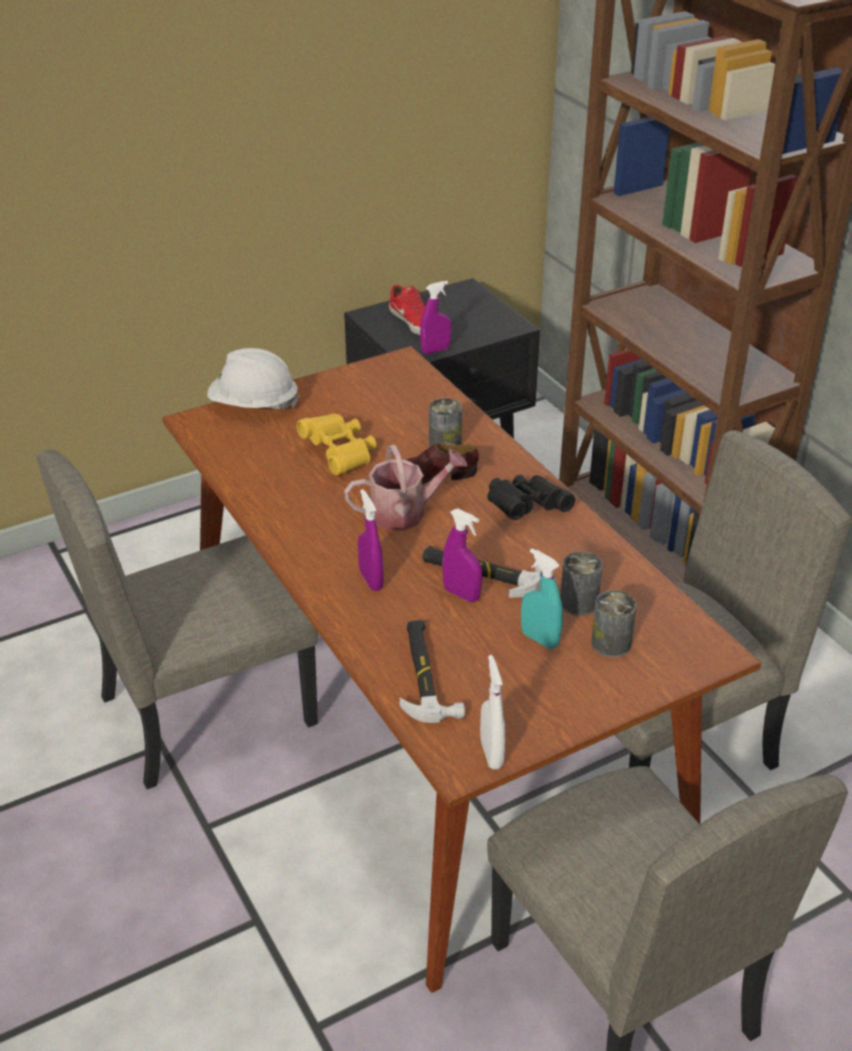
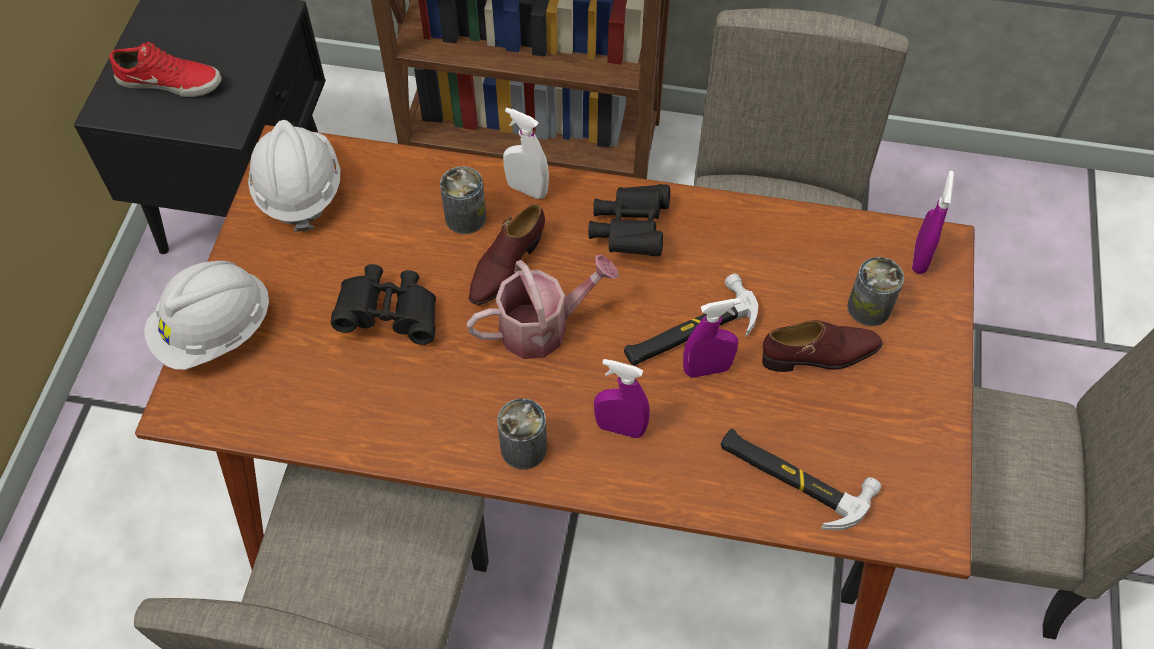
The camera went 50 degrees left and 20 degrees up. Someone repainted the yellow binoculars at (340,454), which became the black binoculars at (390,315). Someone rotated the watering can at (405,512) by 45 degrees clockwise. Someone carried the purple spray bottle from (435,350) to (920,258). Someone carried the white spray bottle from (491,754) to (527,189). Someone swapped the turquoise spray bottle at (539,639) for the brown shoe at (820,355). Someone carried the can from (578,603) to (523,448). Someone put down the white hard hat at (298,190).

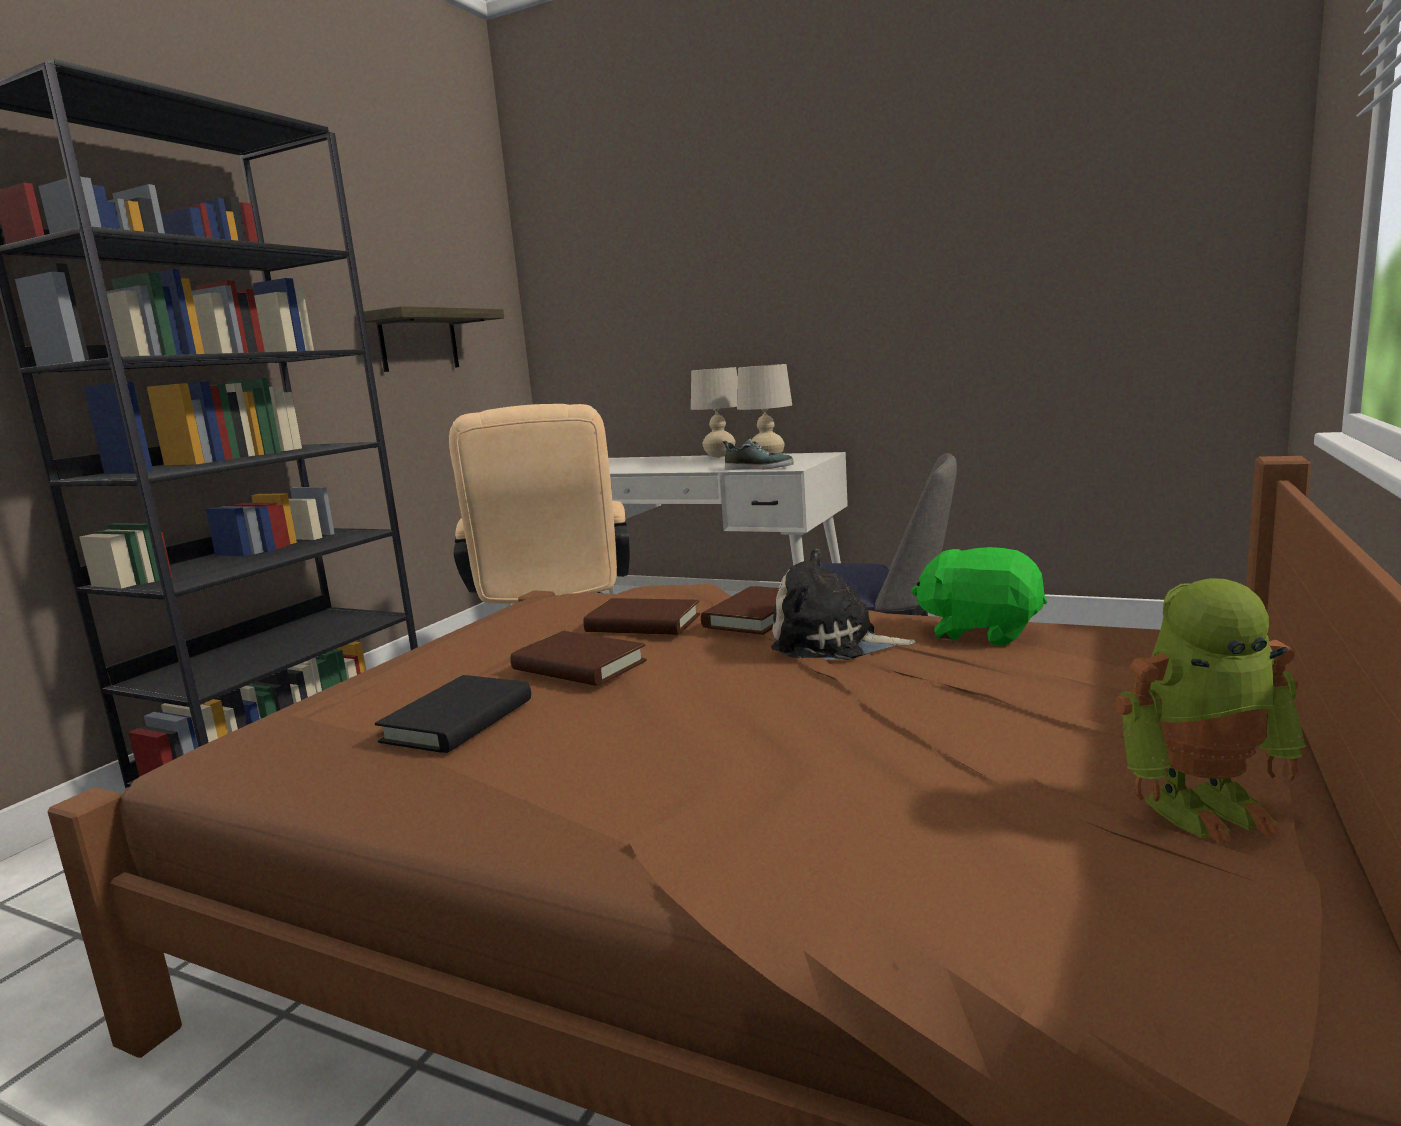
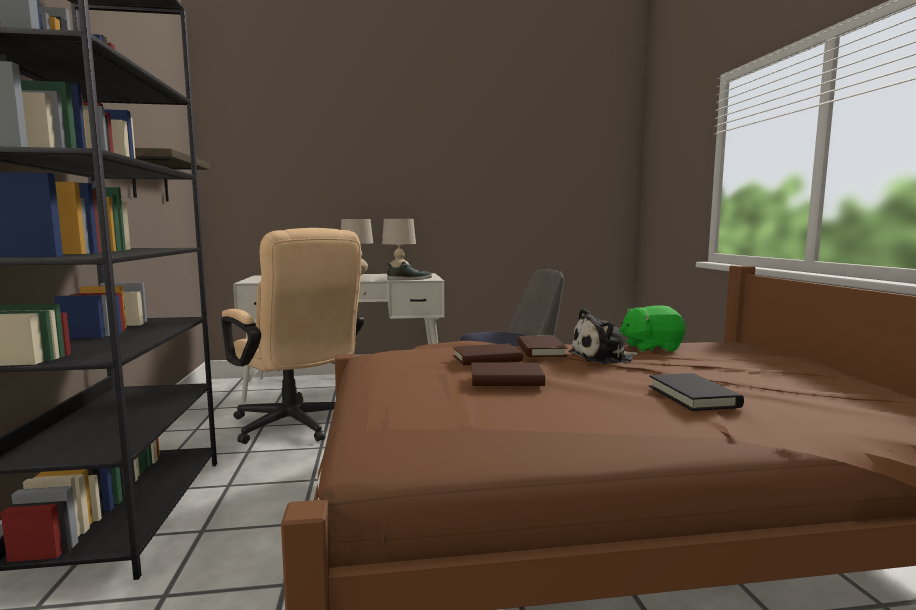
The camera went 35 degrees left and 5 degrees down. Someone carried the black book from (458,721) to (693,396). Someone took away the toy robot at (1203,805).

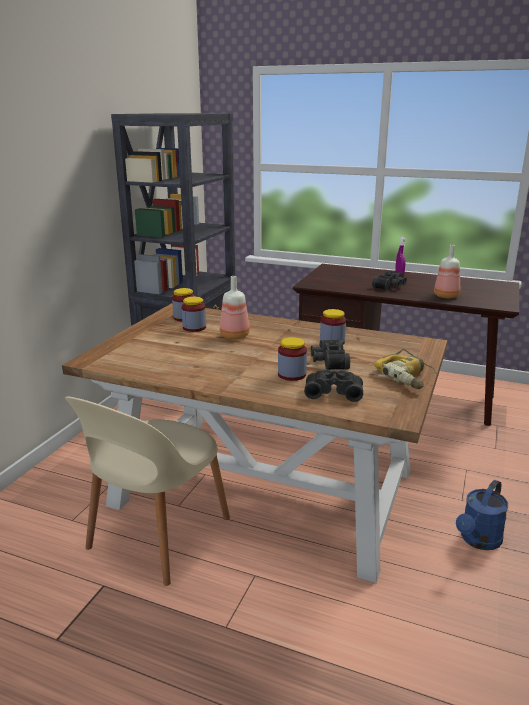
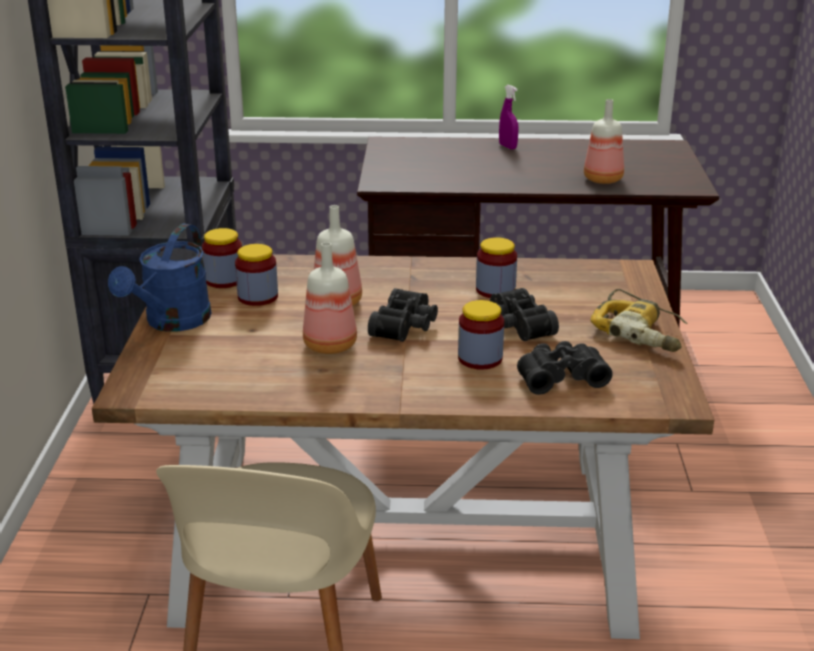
The camera went 20 degrees left and 5 degrees up. Someone carried the black binoculars from (391,286) to (406,326). Someone carried the blue watering can from (478,541) to (172,322). Someone put down the bottle at (332,345).

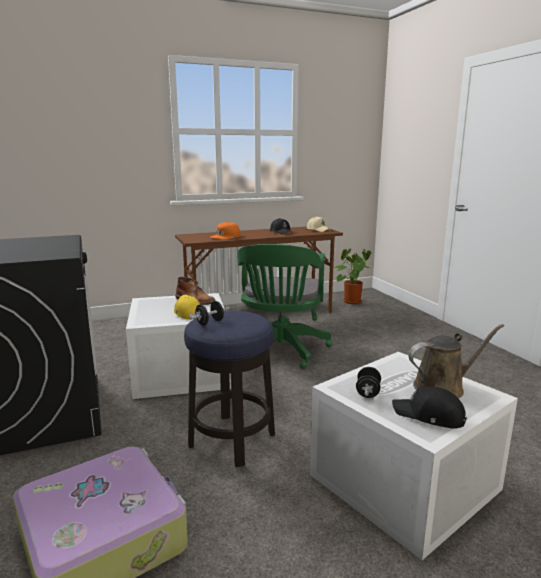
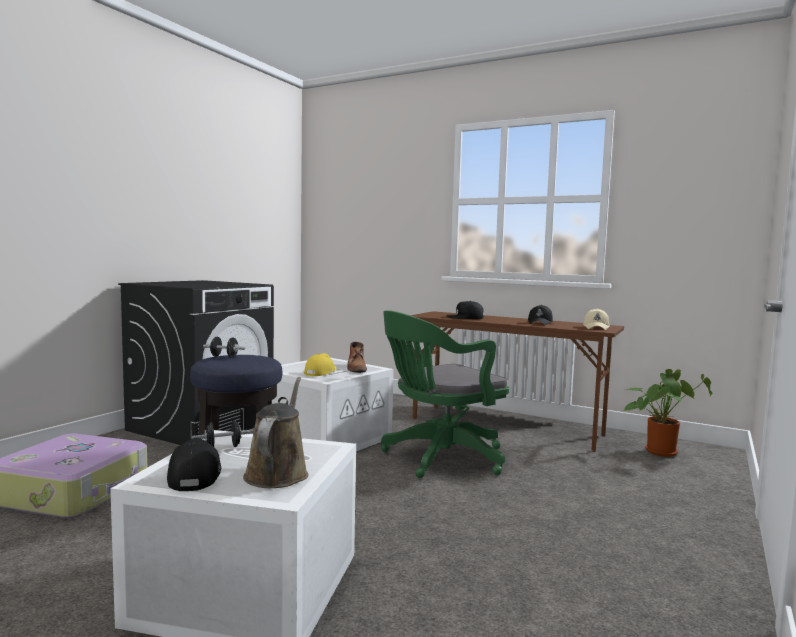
The camera went 50 degrees right and 10 degrees down. Someone repainted the orange cap at (225,236), which became the black cap at (465,317). Someone rotated the brown watering can at (443,387) by 120 degrees counterclockwise.

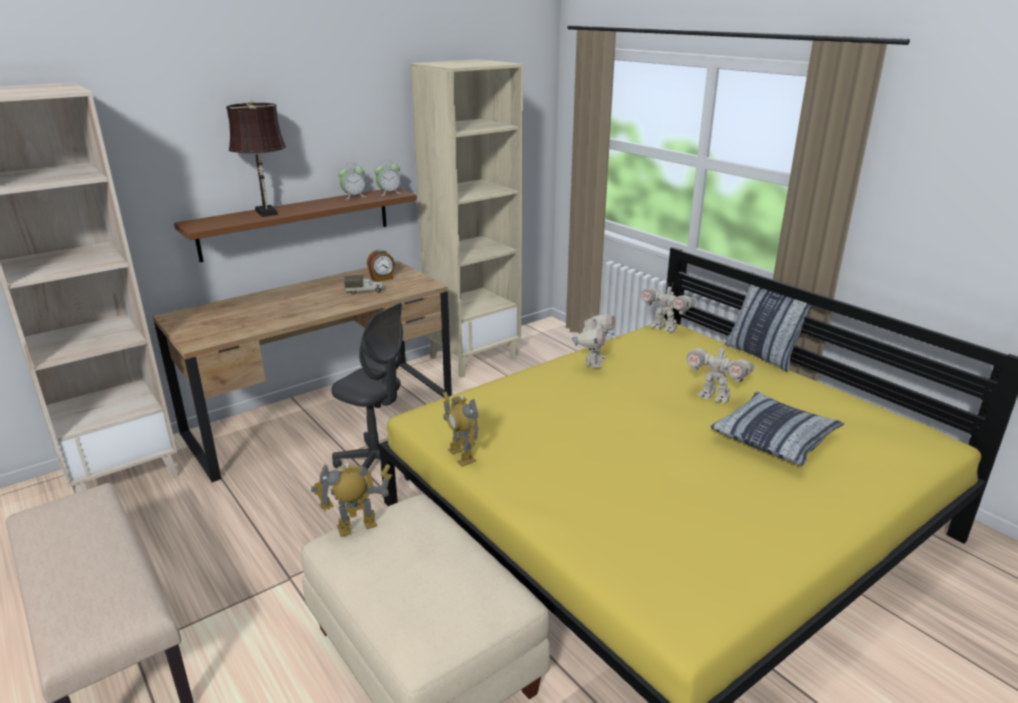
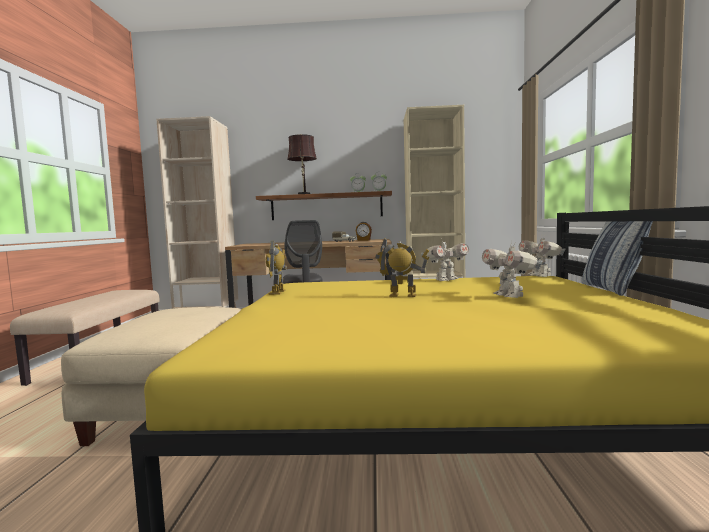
The camera went 40 degrees right and 20 degrees down. Someone carried the toy robot from (357,527) to (402,295). Someone took away the pillow at (775,438).

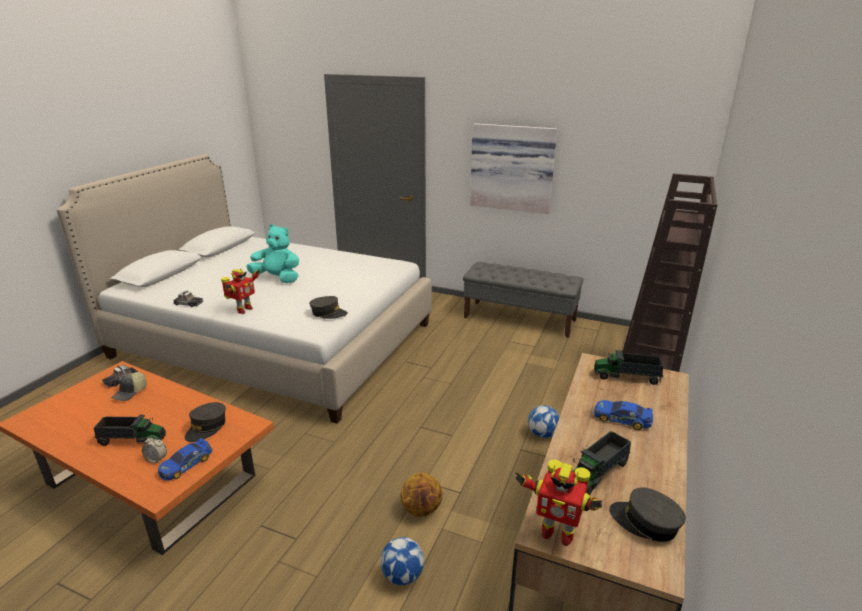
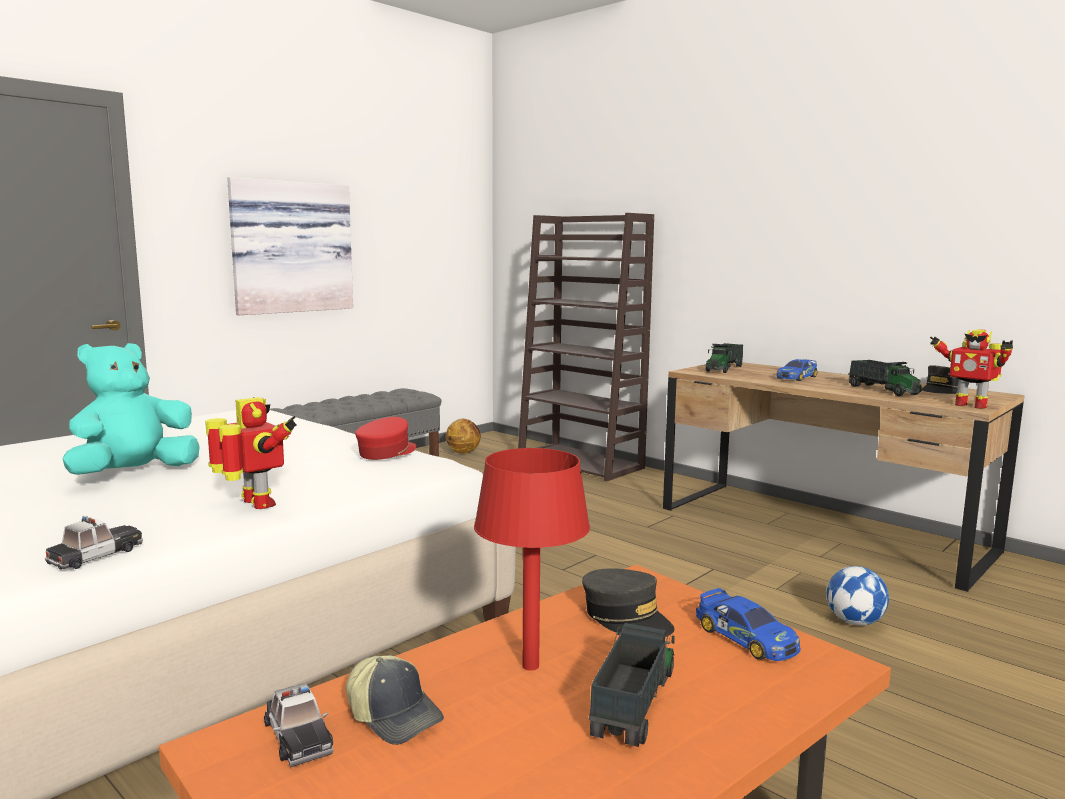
The camera went 70 degrees left and 15 degrees down. Someone took away the alarm clock at (156,459). Someone repainted the grey cap at (328,313), which became the red cap at (387,452). Someone carried the basketball from (422,509) to (463,452). Someone rotated the toy robot at (556,532) by 90 degrees clockwise. Someone took away the football at (542,434). Someone put down the red table lamp at (529,666).

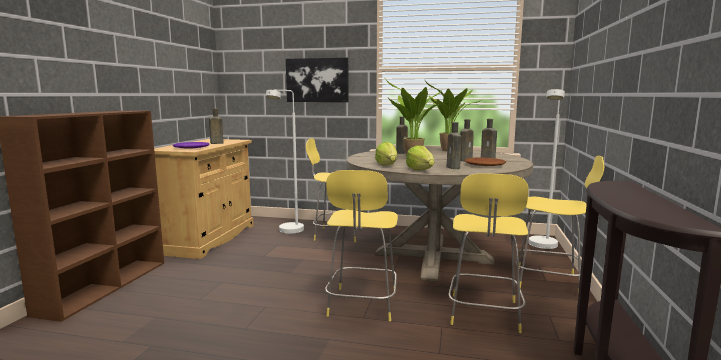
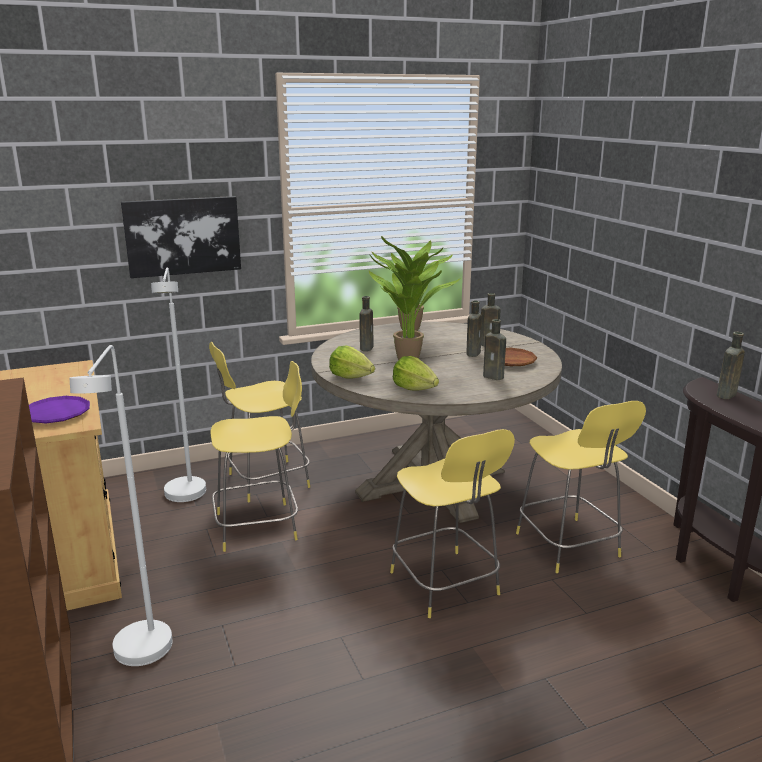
The camera went 35 degrees left and 10 degrees up. Someone carried the brown bottle from (216,143) to (725,395). Someone carried the lettuce from (420,170) to (351,376). Someone carried the yellow stool from (550,282) to (260,526). Someone carried the white floor lamp from (543,246) to (142,658).

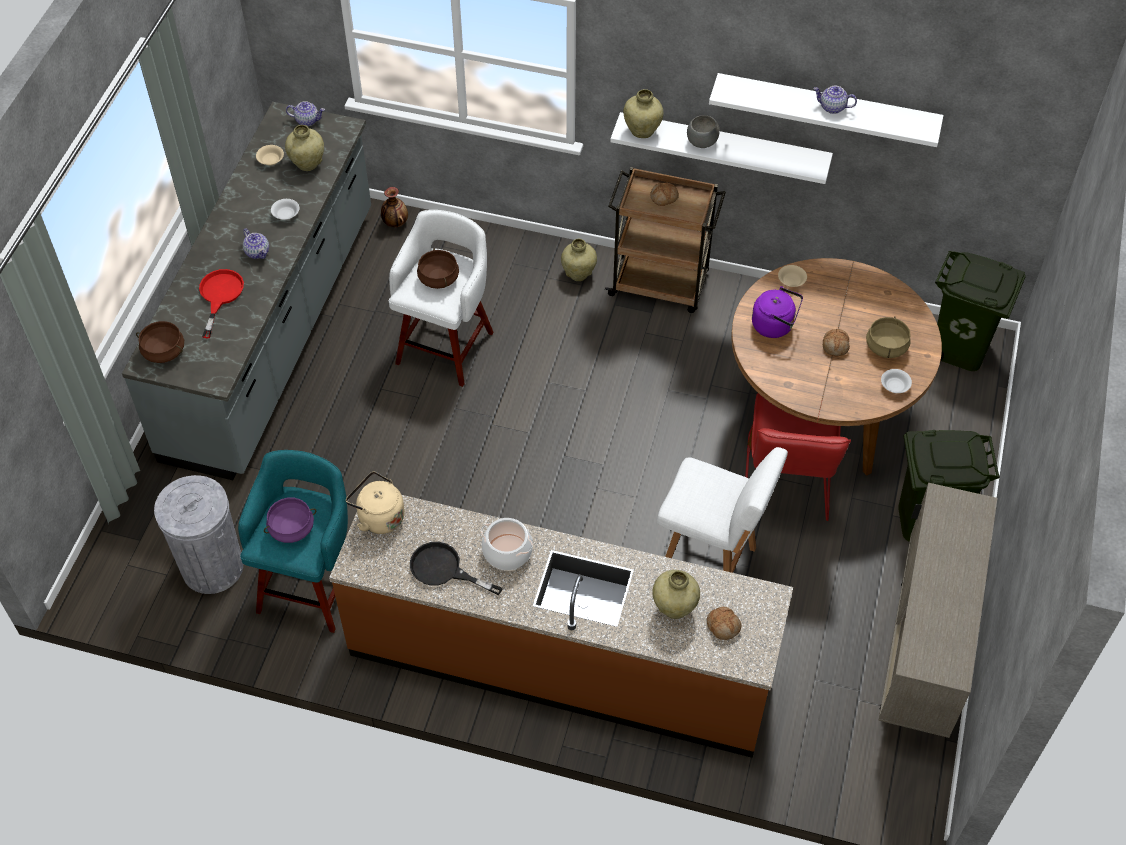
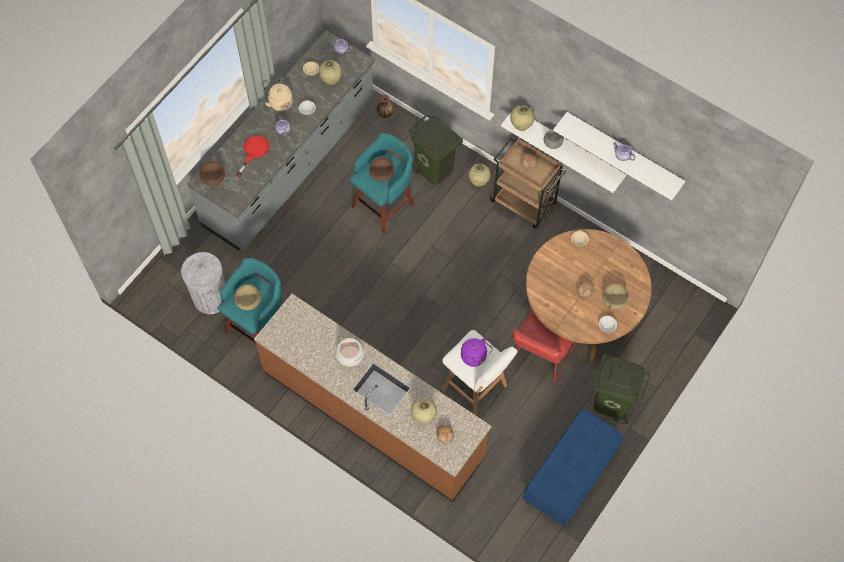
The camera went 20 degrees right and 10 degrees up. Someone repainted the purple cooking pot at (291,528), which became the beige cooking pot at (248,301). Someone carried the beige kettle from (378,517) to (279,102). Someone repainted the white stool at (446,345), which became the turquoise stool at (384,204). Someone took away the black frying pan at (444,570). Someone carried the purple kettle from (775,325) to (475,357). Someone swapped the beige cabinet at (920,653) for the blue bench at (570,477). Someone carried the green trash can from (959,349) to (434,169).

